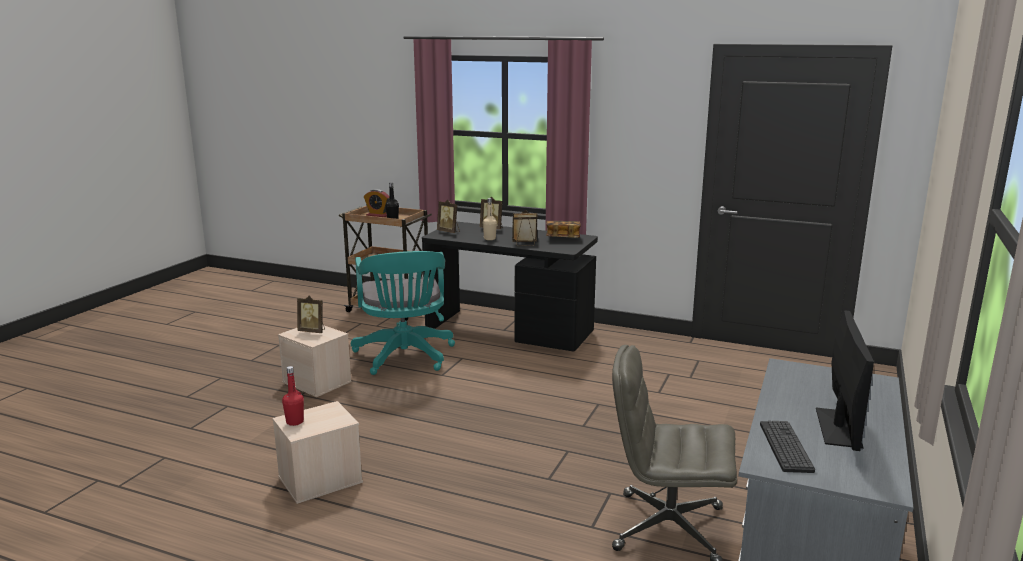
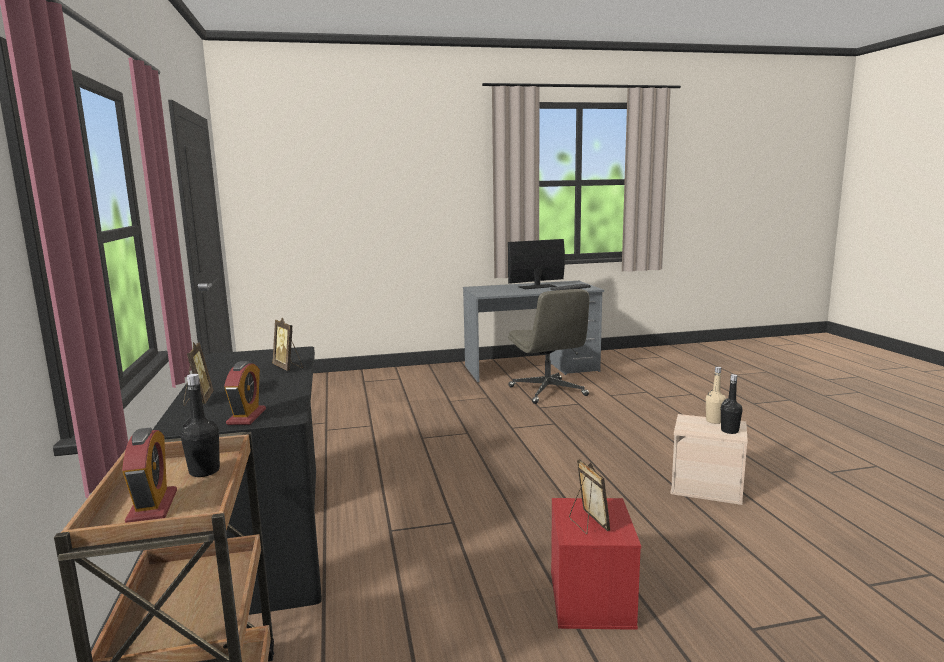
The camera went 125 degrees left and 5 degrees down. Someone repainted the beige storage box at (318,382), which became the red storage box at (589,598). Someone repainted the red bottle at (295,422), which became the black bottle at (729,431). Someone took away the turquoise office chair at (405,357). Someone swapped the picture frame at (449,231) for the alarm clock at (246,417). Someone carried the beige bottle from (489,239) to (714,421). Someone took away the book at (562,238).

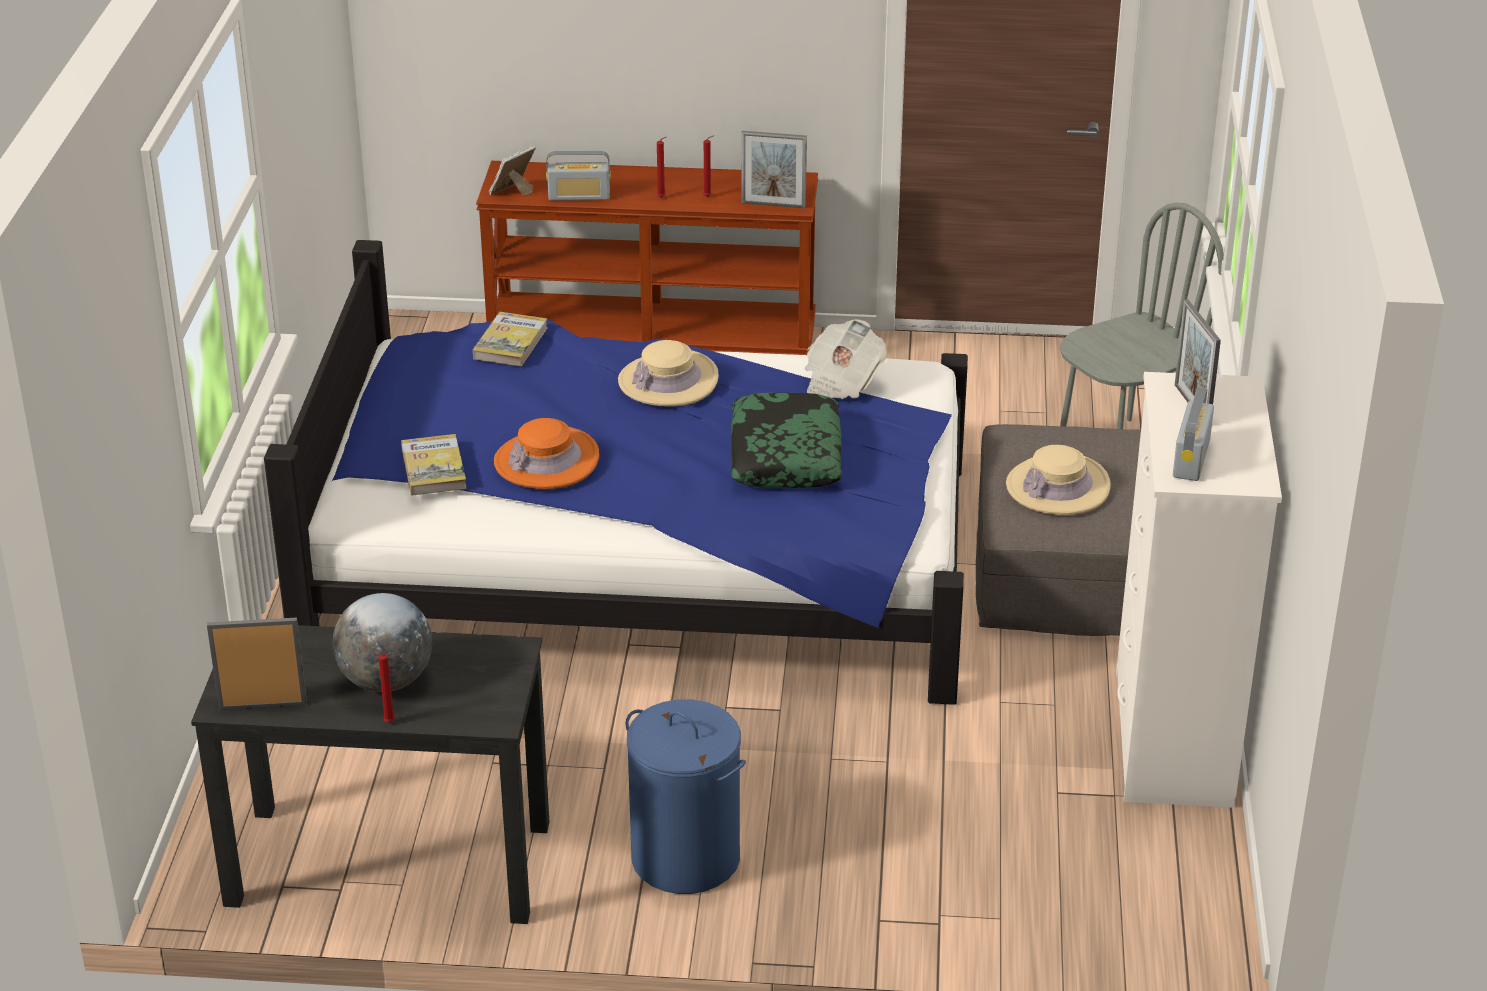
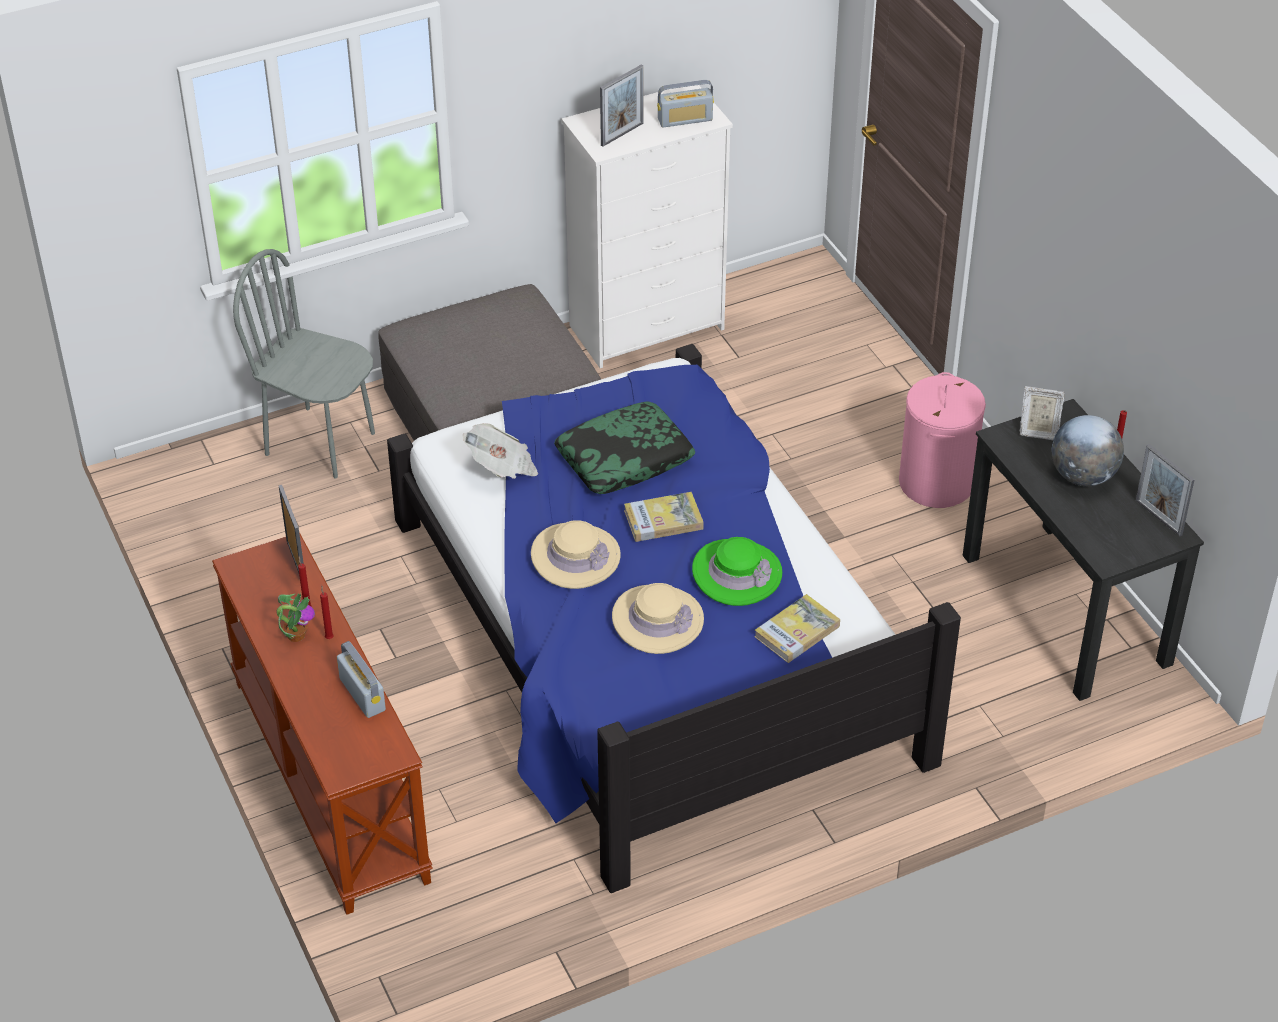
The camera went 120 degrees left and 10 degrees up. Someone carried the book from (510,343) to (663,520). Someone carried the picture frame from (513,192) to (1038,430). Someone repainted the orange hat at (547,460), which became the green hat at (736,573). Someone repainted the blue laundry basket at (686,858), which became the pink laundry basket at (936,482). Someone carried the beige hat from (1058,487) to (657,620). Someone put down the potted plant at (296,635).

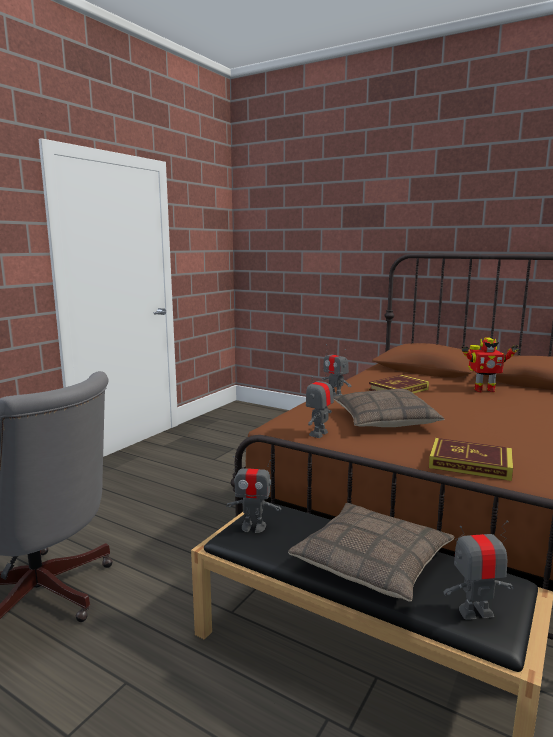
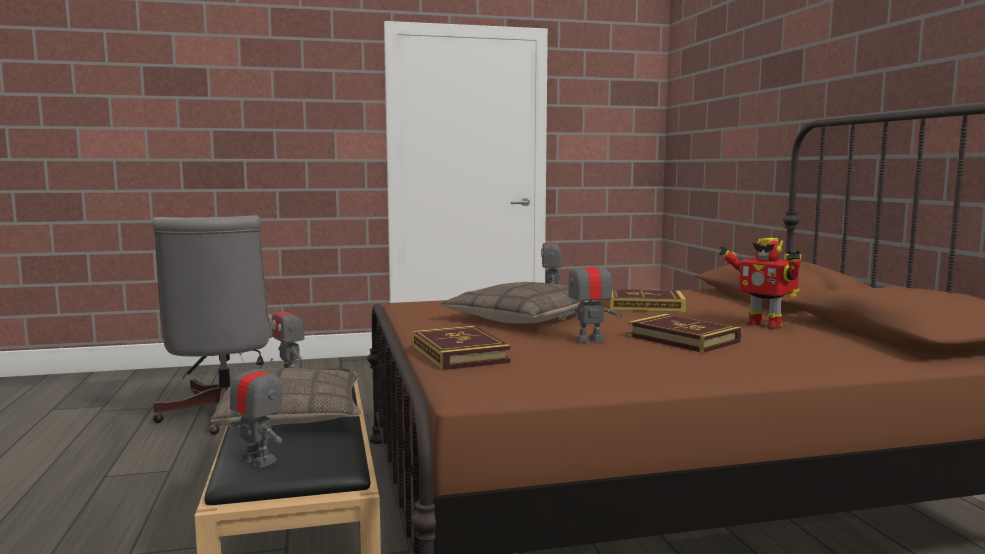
The camera went 45 degrees right and 5 degrees down. Someone carried the toy robot from (319,434) to (589,340). Someone put down the book at (683,339).

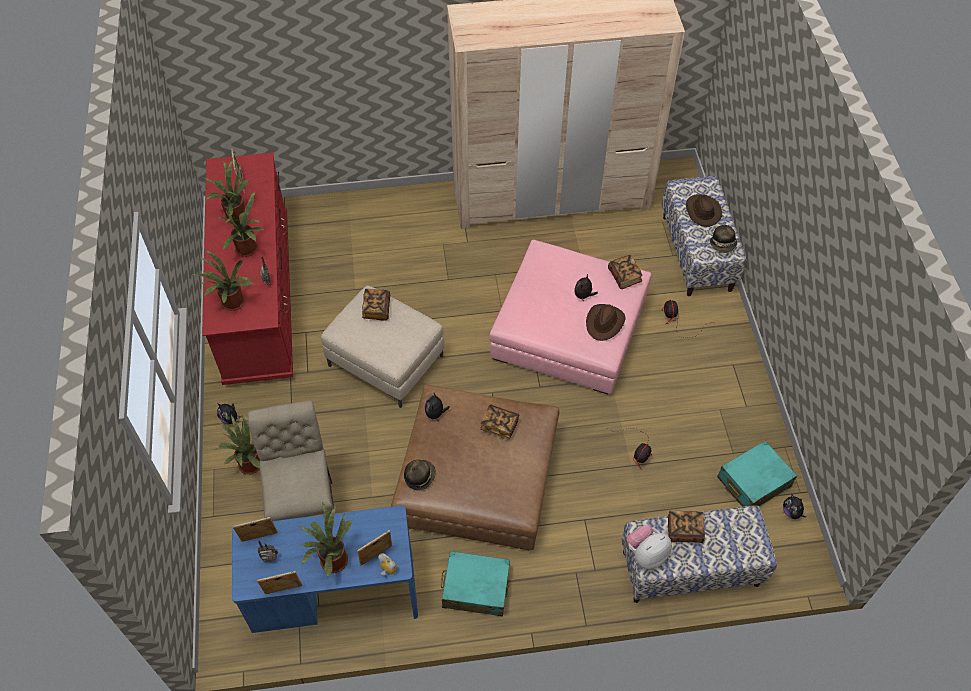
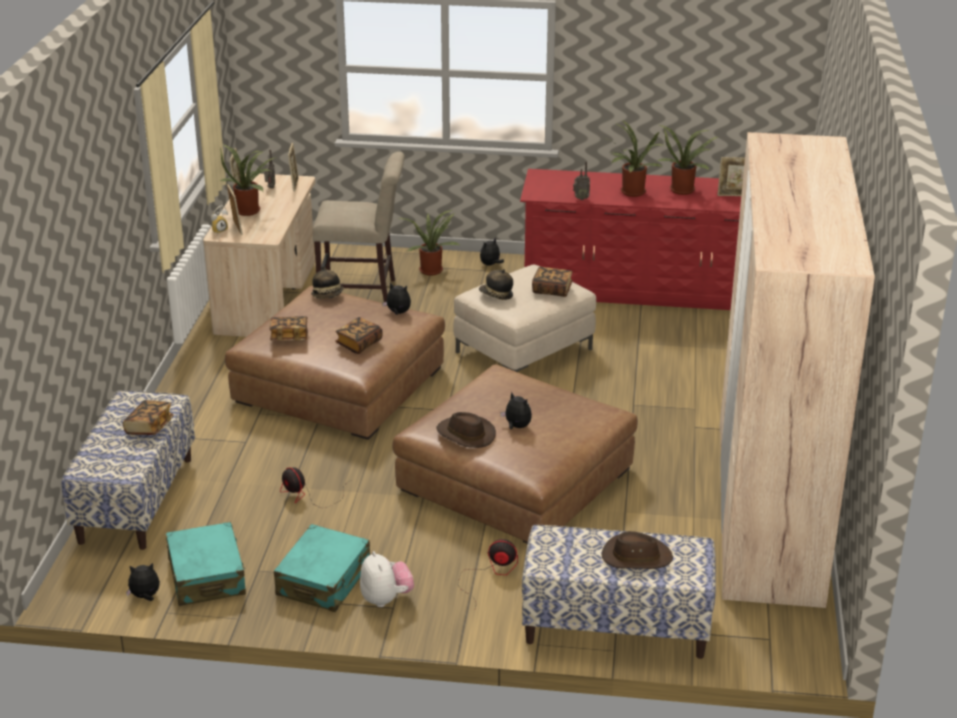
The camera went 105 degrees right and 25 degrees down. Someone took away the potted plant at (231,304). Someone repainted the blue desk at (334,594), which became the beige desk at (267,298). Someone carried the turquoise suitcase from (475,588) to (324,580). Someone repainted the pink ottoman at (569,330), which became the brown ottoman at (515,479). Someone carried the book from (624,277) to (289,337). Someone carried the plush toy from (646,554) to (386,599). Someone carried the hat from (723,245) to (496,295).

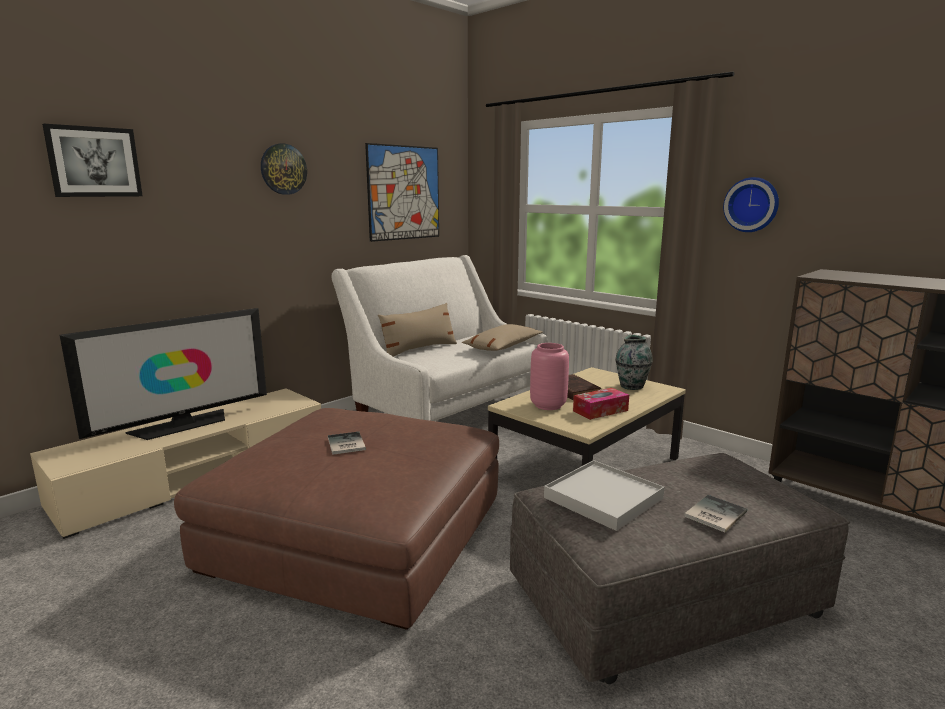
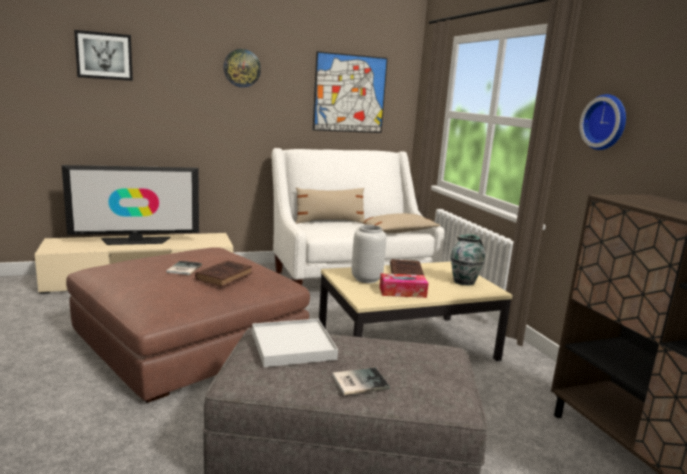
The camera went 25 degrees right and 0 degrees up. Someone repainted the pink vase at (548,406), which became the grey vase at (366,279). Someone put down the brown book at (225,276).

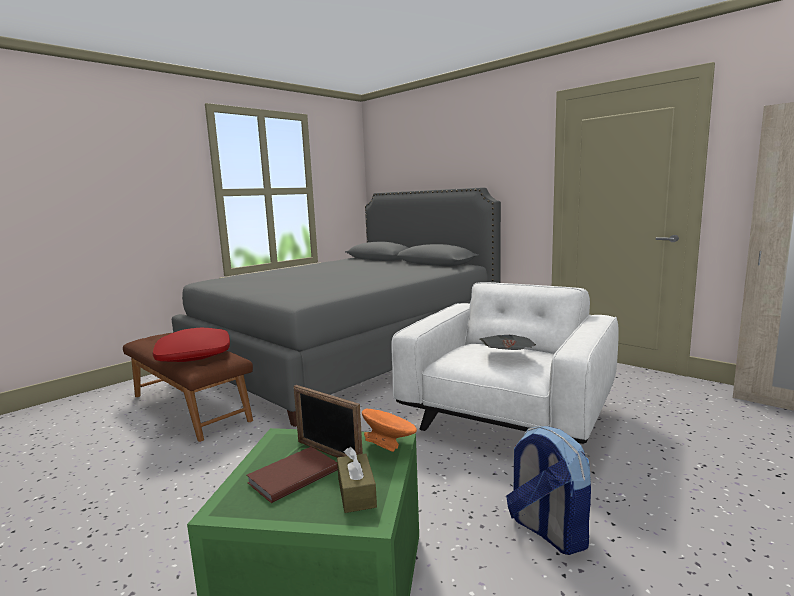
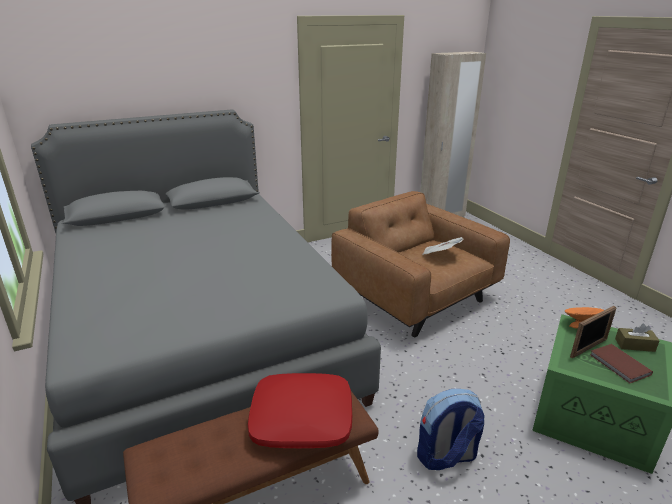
The camera went 70 degrees left and 15 degrees up. Someone repainted the white armchair at (508,417), which became the brown armchair at (414,297). Someone carried the backpack from (547,531) to (446,457).

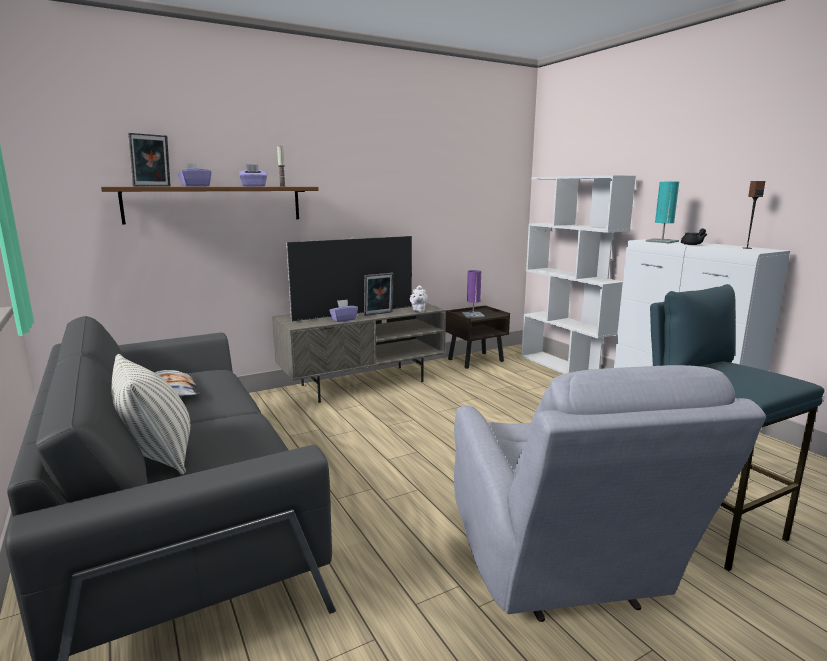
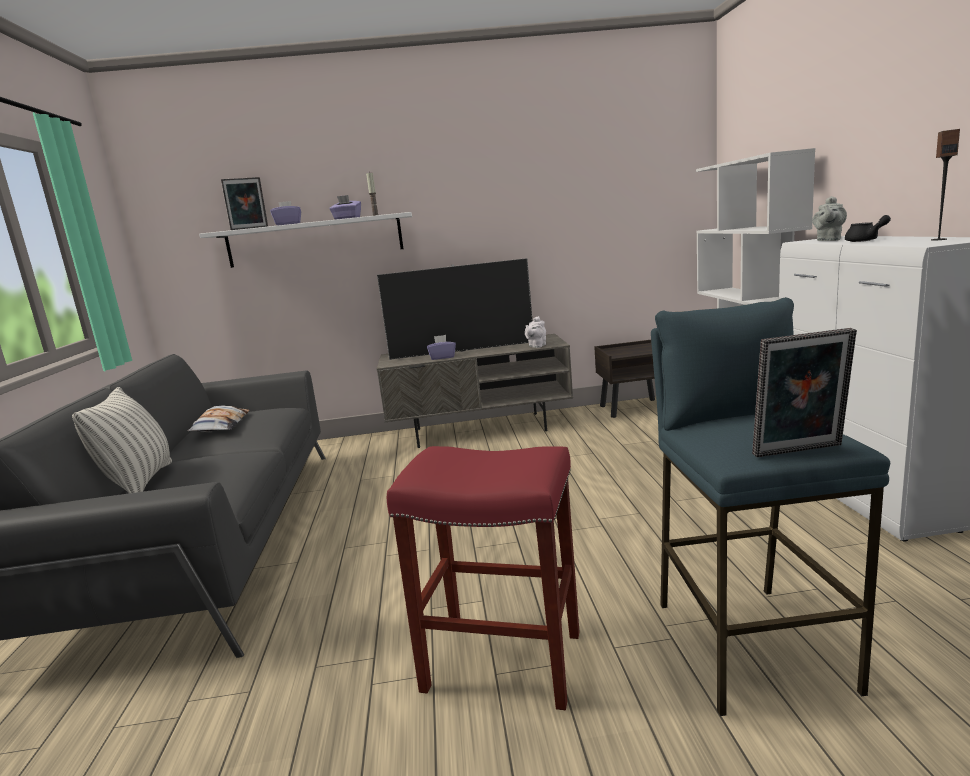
The camera went 25 degrees right and 0 degrees up. Someone repainted the brown shelf at (215,204), which became the white shelf at (315,240). Someone carried the picture frame from (379,314) to (800,452). Someone swapped the grey armchair at (561,567) for the red stool at (500,662). Someone took away the purple table lamp at (473,315). Someone swapped the turquoise table lamp at (662,241) for the grey teapot at (828,240).

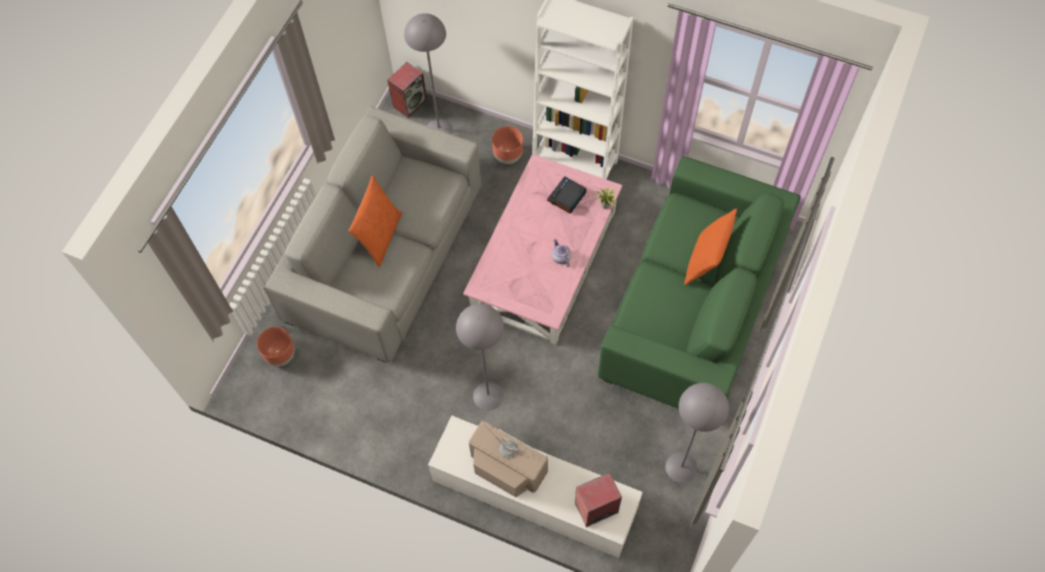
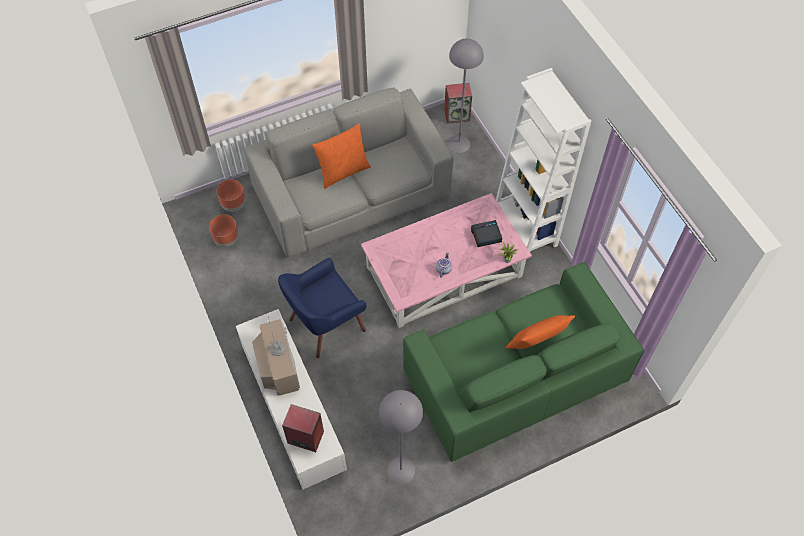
The camera went 40 degrees right and 5 degrees down. Someone swapped the grey floor lamp at (488,396) for the blue armchair at (325,324). Someone carried the brown planter from (508,156) to (227,240).

